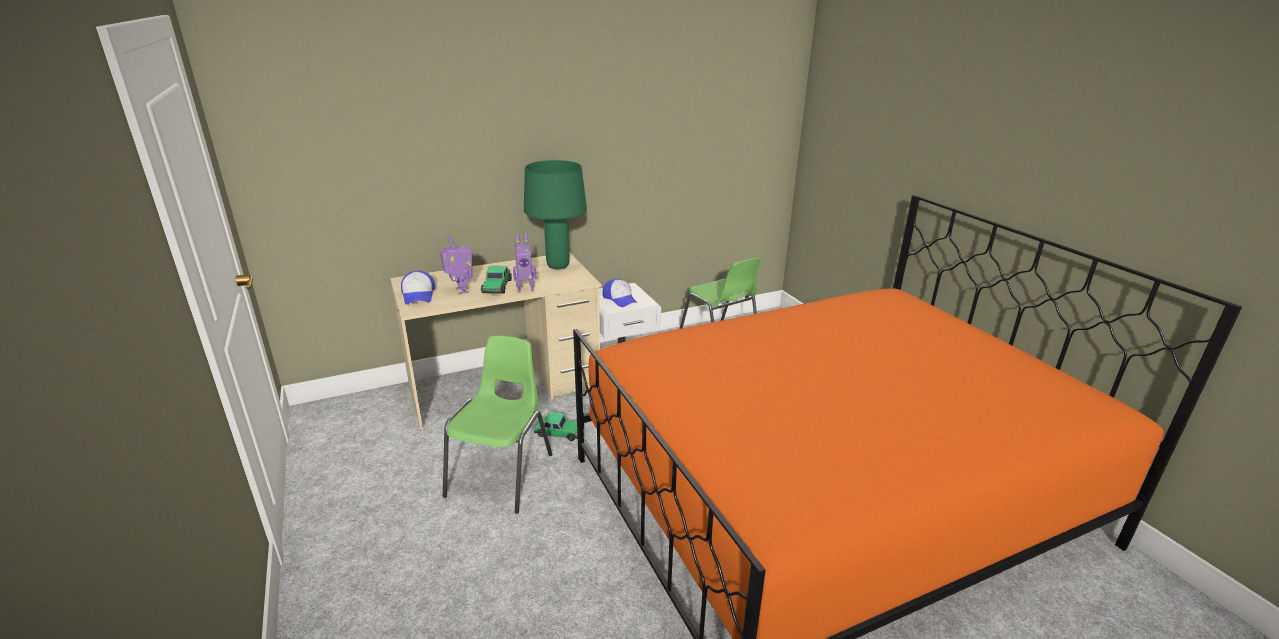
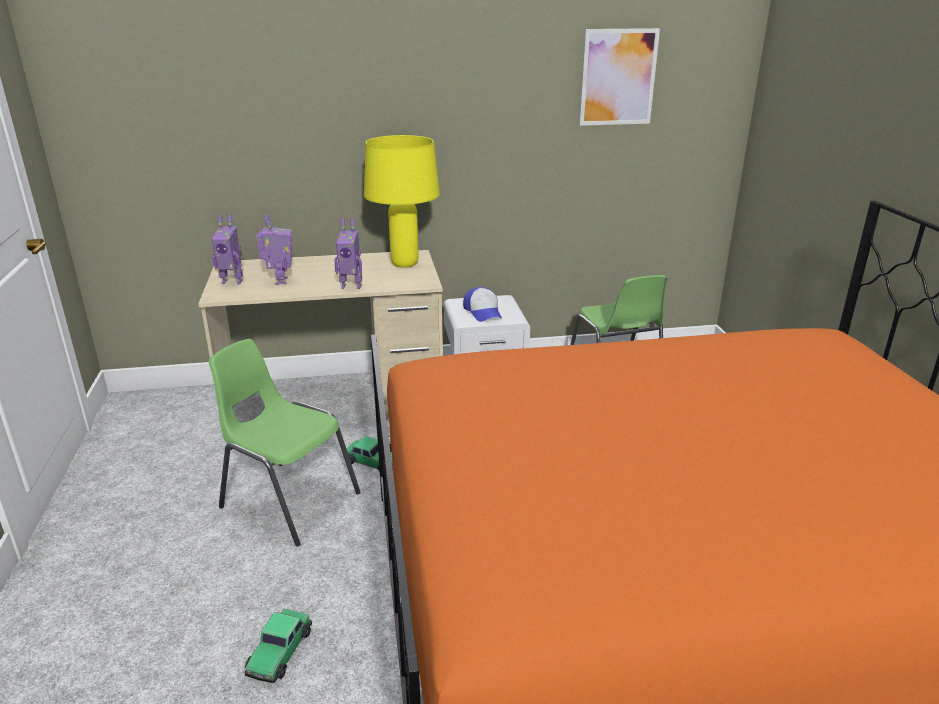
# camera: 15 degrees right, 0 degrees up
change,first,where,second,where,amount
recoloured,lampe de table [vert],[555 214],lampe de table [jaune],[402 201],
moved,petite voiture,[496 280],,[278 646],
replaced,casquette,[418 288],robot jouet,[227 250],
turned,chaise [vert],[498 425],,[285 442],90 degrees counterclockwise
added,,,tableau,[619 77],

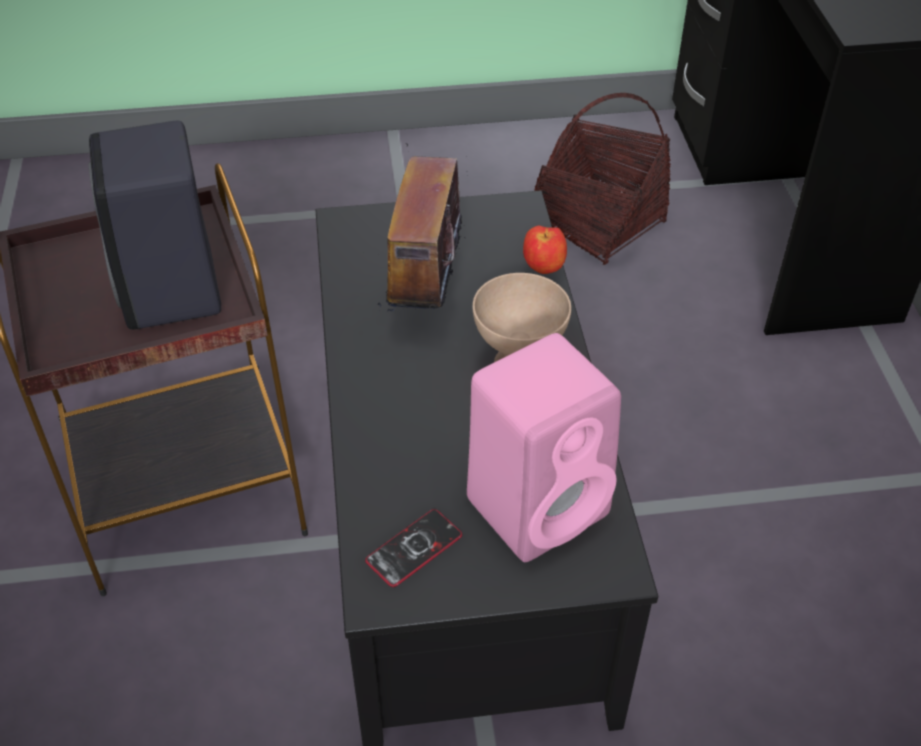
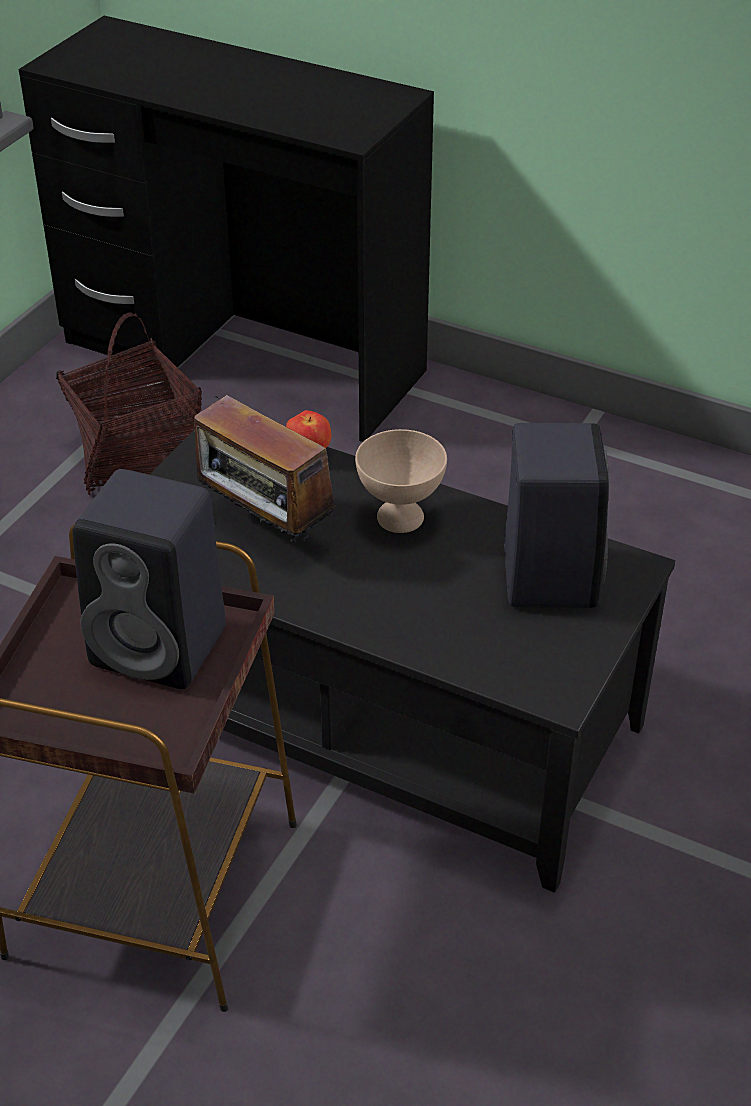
# camera: 55 degrees left, 5 degrees down
change,first,where,second,where,amount
recoloured,enceinte [rose],[544 447],enceinte [noir],[556 515],
removed,téléphone,[413 548],,,

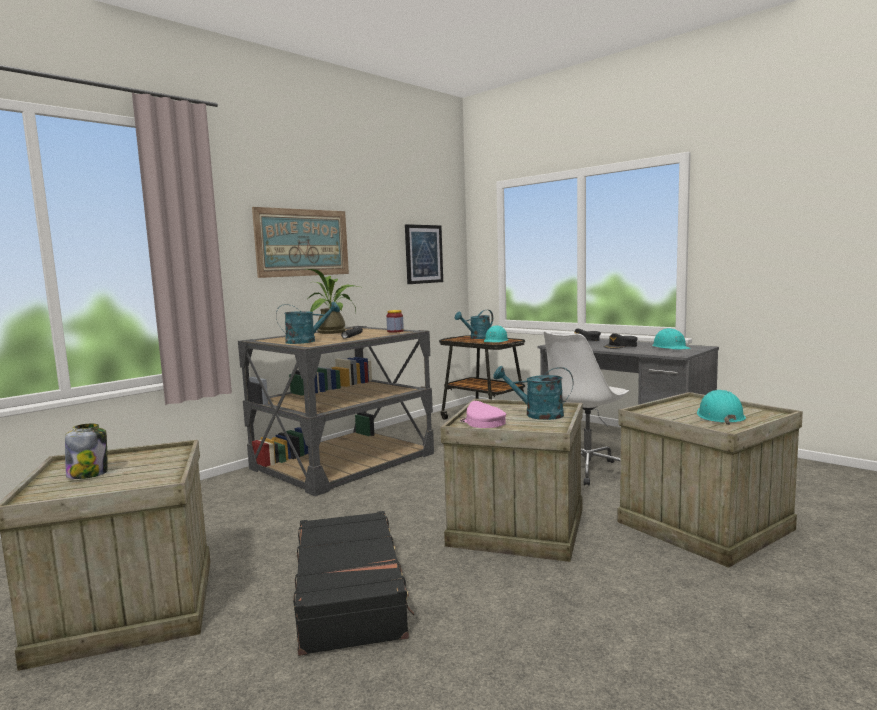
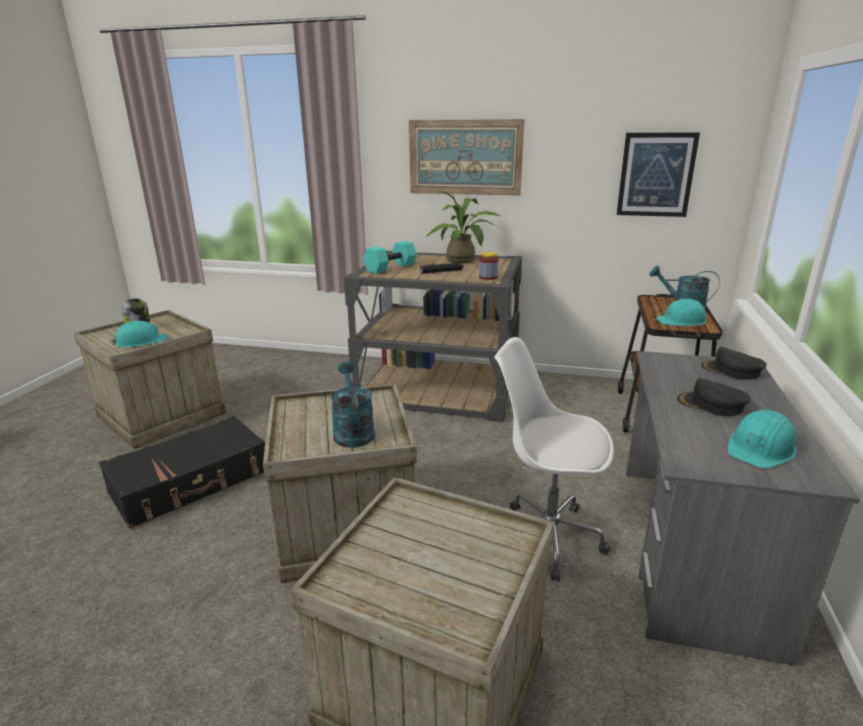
# camera: 60 degrees right, 15 degrees up
change,first,where,second,where,amount
replaced,arrosoir [turquoise],[308 322],haltère [turquoise],[390 257],
moved,casque de chantier [turquoise],[721 407],,[138 334],
removed,casquette [rose],[483 414],,,

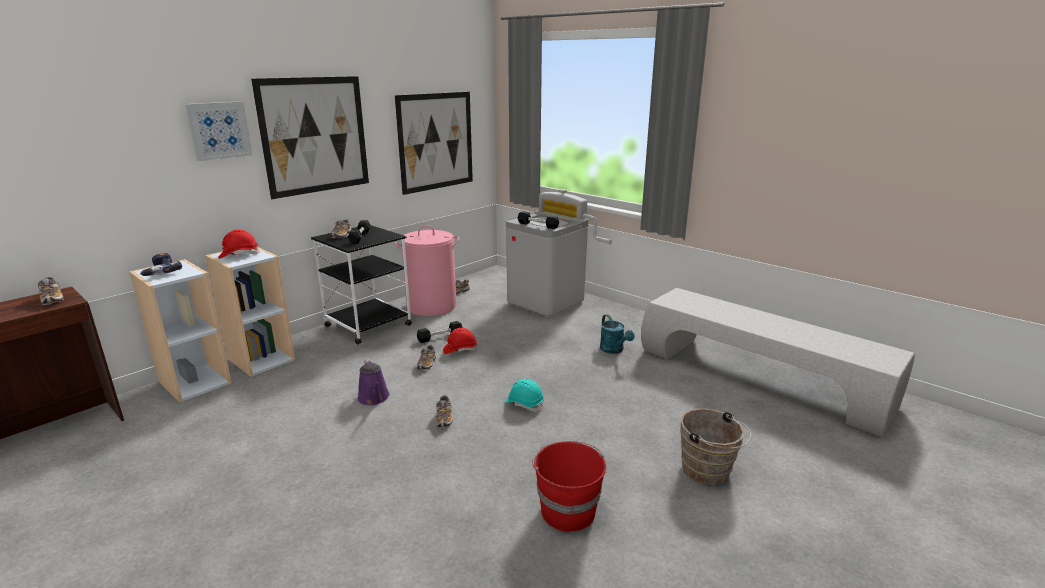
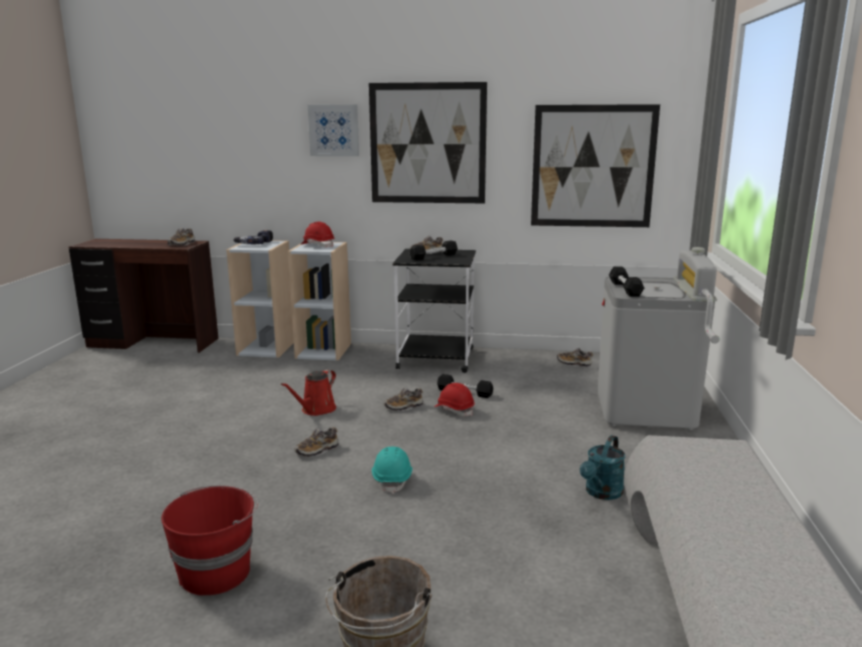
# camera: 55 degrees right, 5 degrees down
change,first,where,second,where,amount
removed,panier à linge [rose],[427 270],,,
recoloured,arrosoir [violet],[373 382],arrosoir [rouge],[308 392],

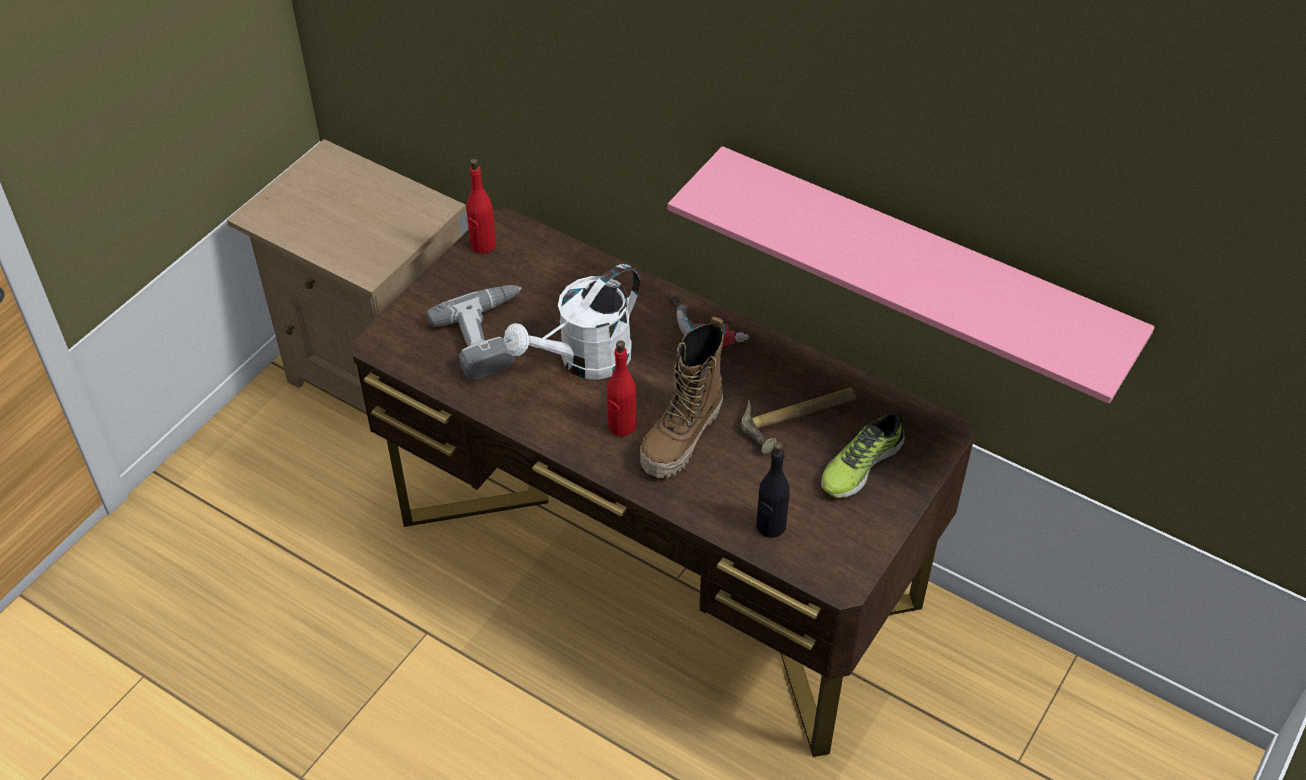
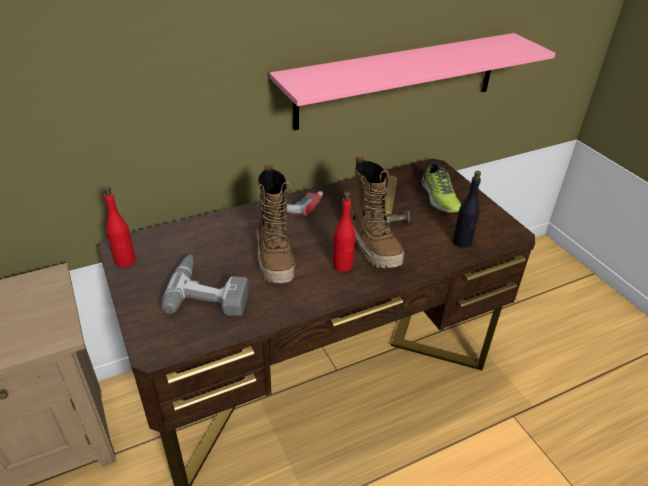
# camera: 60 degrees left, 10 degrees down
change,first,where,second,where,amount
replaced,arrosoir [blanc],[572 322],botte,[275 223],

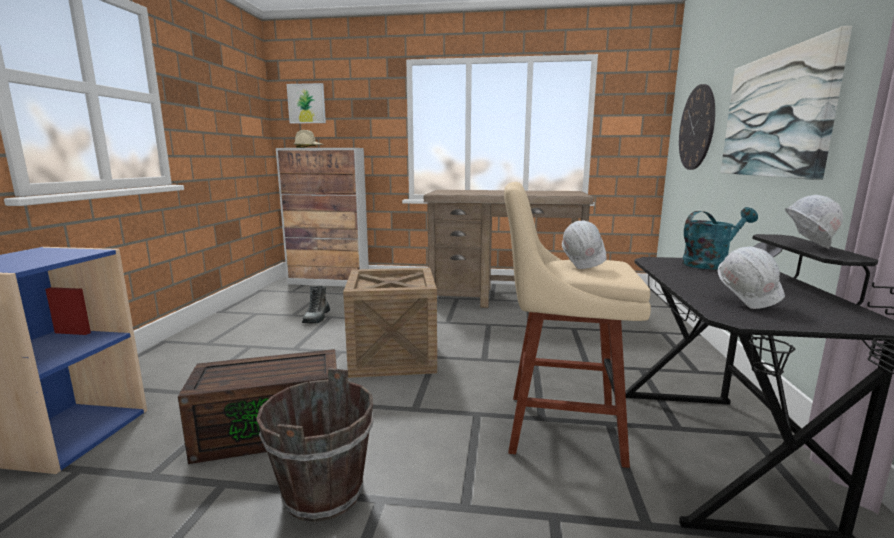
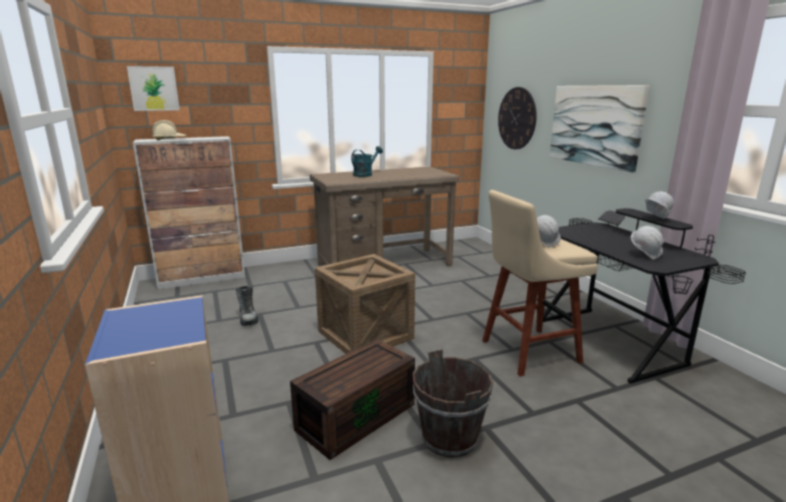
# camera: 30 degrees left, 5 degrees up
change,first,where,second,where,amount
moved,arrosoir [turquoise],[720 238],,[367 161],

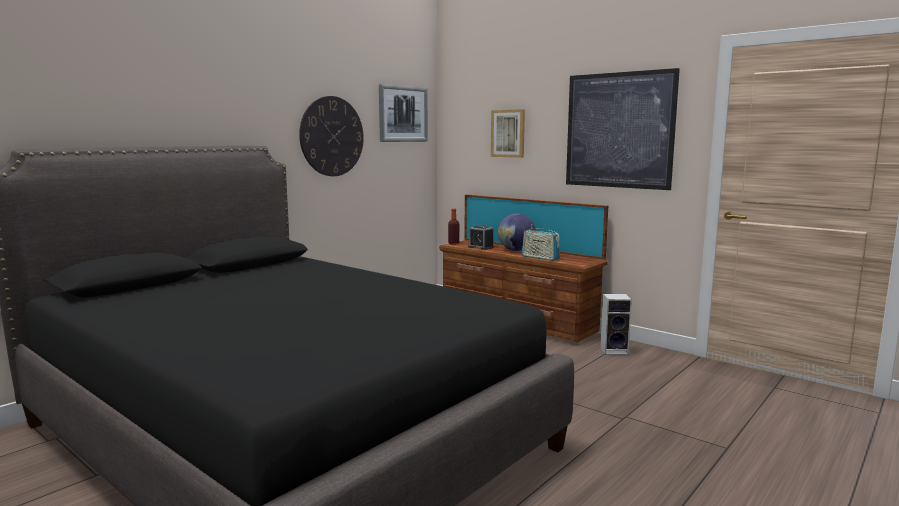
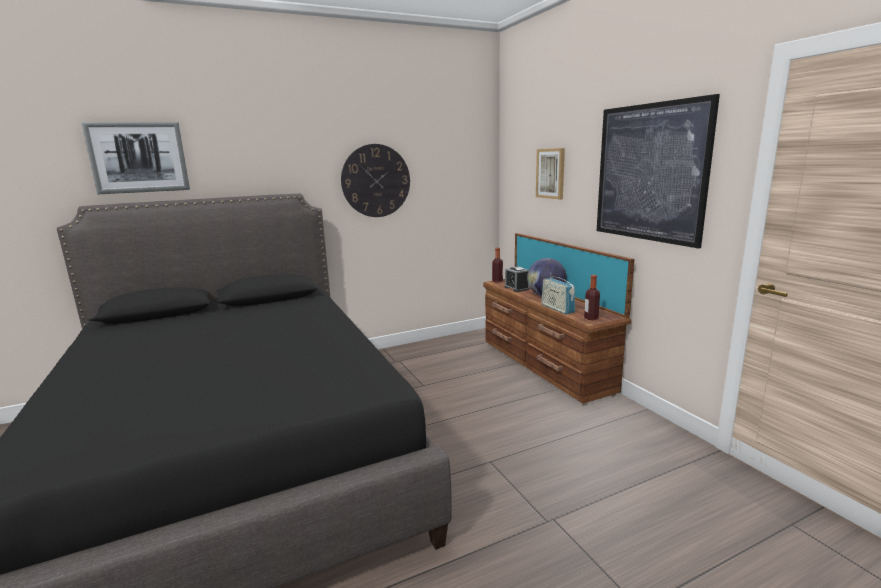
# camera: 25 degrees right, 5 degrees up
change,first,where,second,where,amount
moved,tableau,[403 113],,[135 158],
removed,enceinte,[616 324],,,
added,,,bouteille,[592 297],

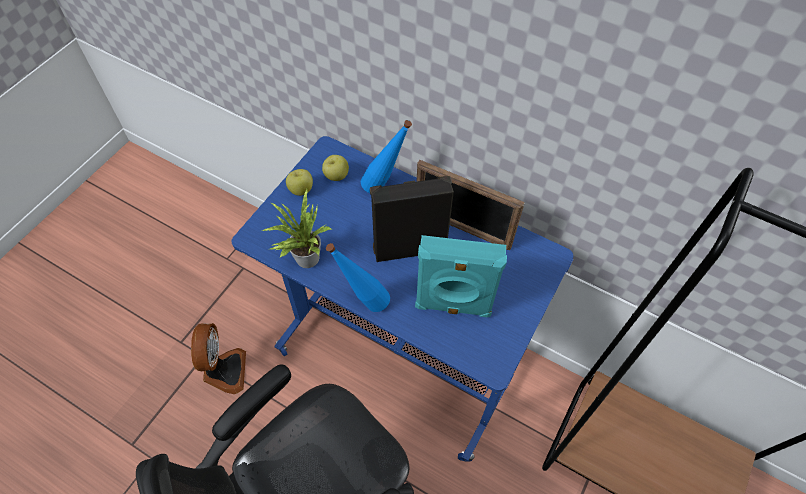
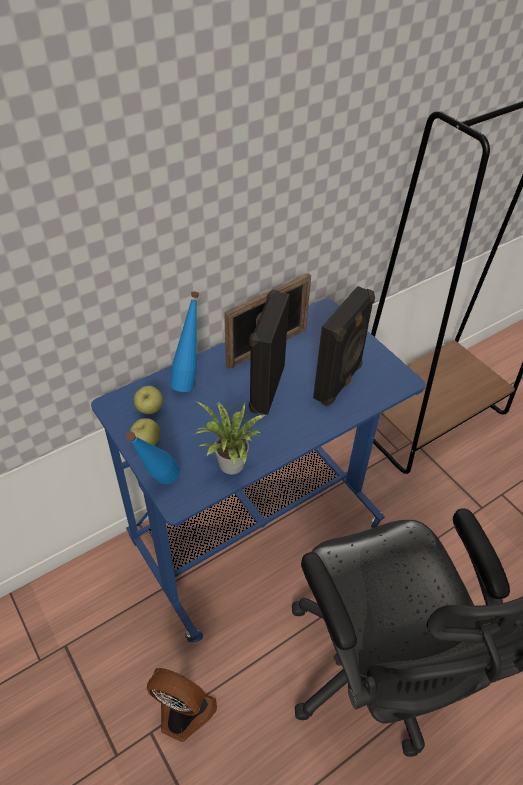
# camera: 65 degrees left, 10 degrees down
change,first,where,second,where,amount
recoloured,enceinte [turquoise],[461 276],enceinte [noir],[344 346],
moved,bouteille [bleu],[358 277],,[153 458],

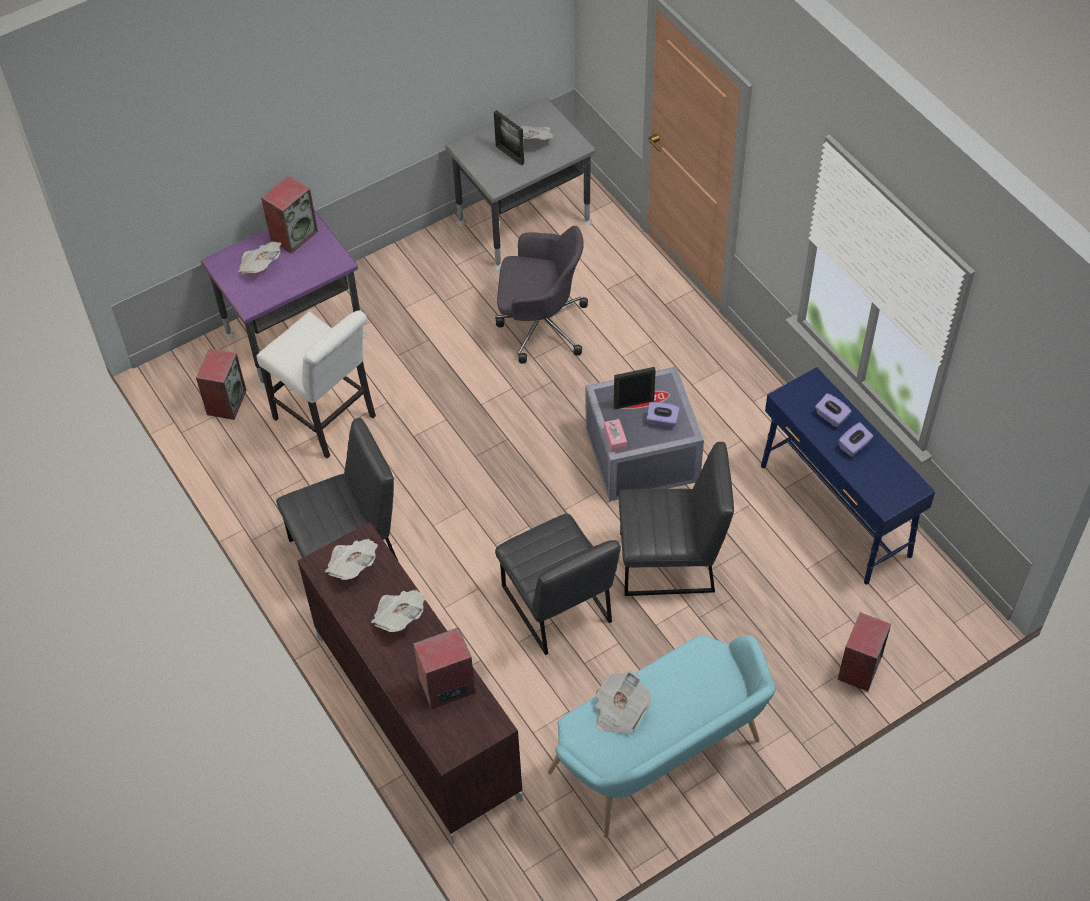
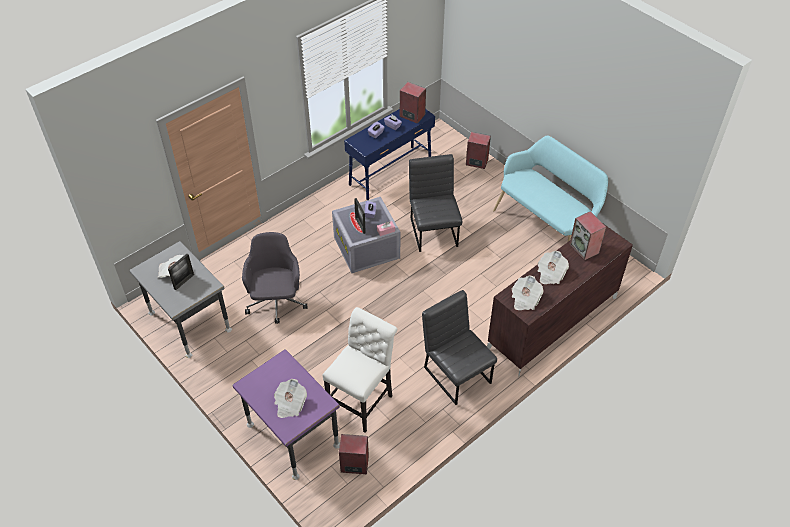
# camera: 100 degrees left, 5 degrees down
change,first,where,second,where,amount
moved,enceinte,[289 214],,[413 103],
removed,chaise [gris],[558 584],,,
removed,journal,[623 703],,,

